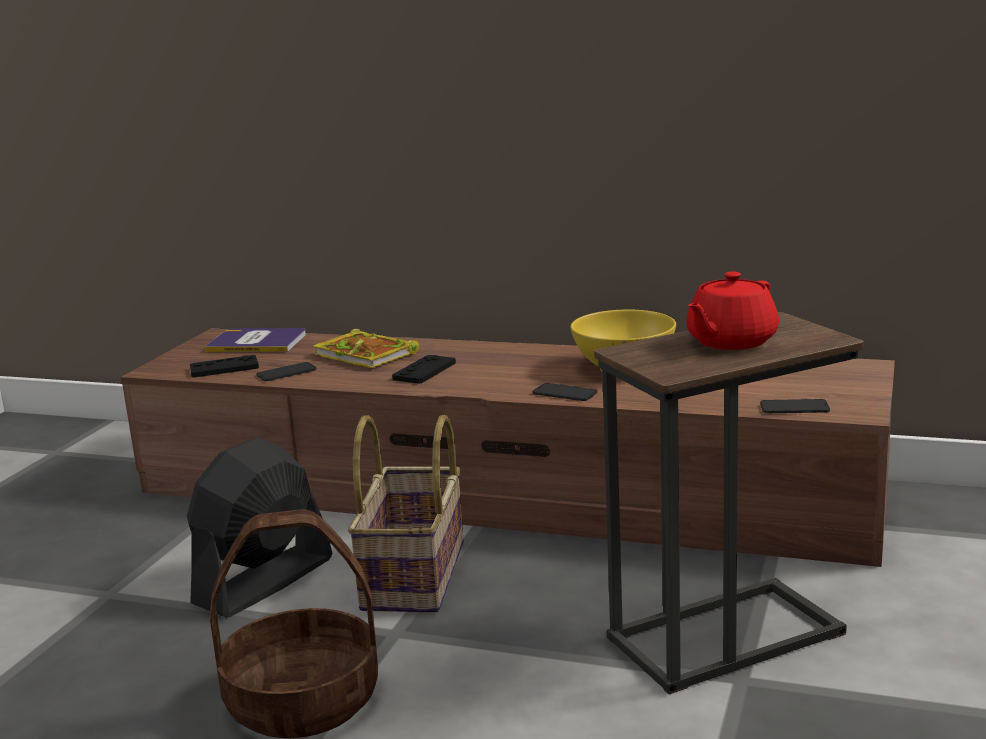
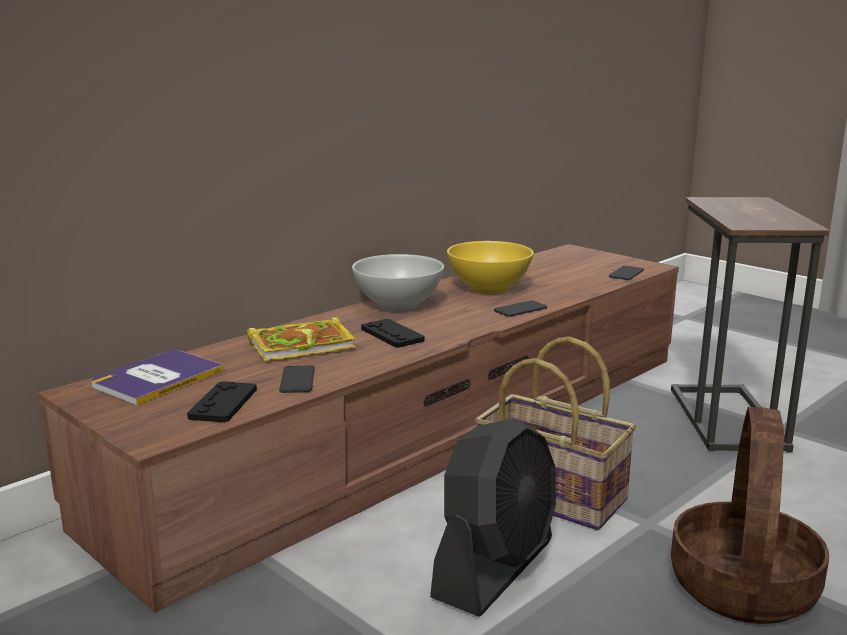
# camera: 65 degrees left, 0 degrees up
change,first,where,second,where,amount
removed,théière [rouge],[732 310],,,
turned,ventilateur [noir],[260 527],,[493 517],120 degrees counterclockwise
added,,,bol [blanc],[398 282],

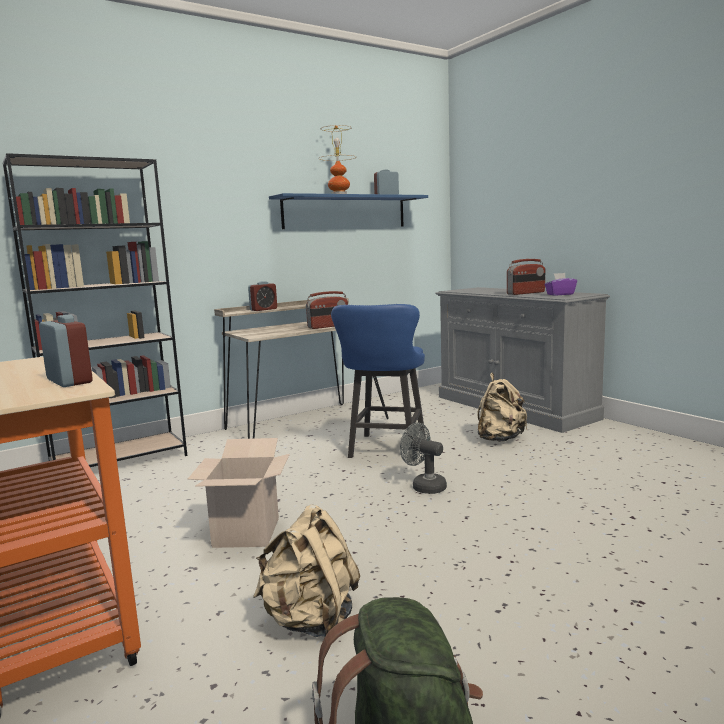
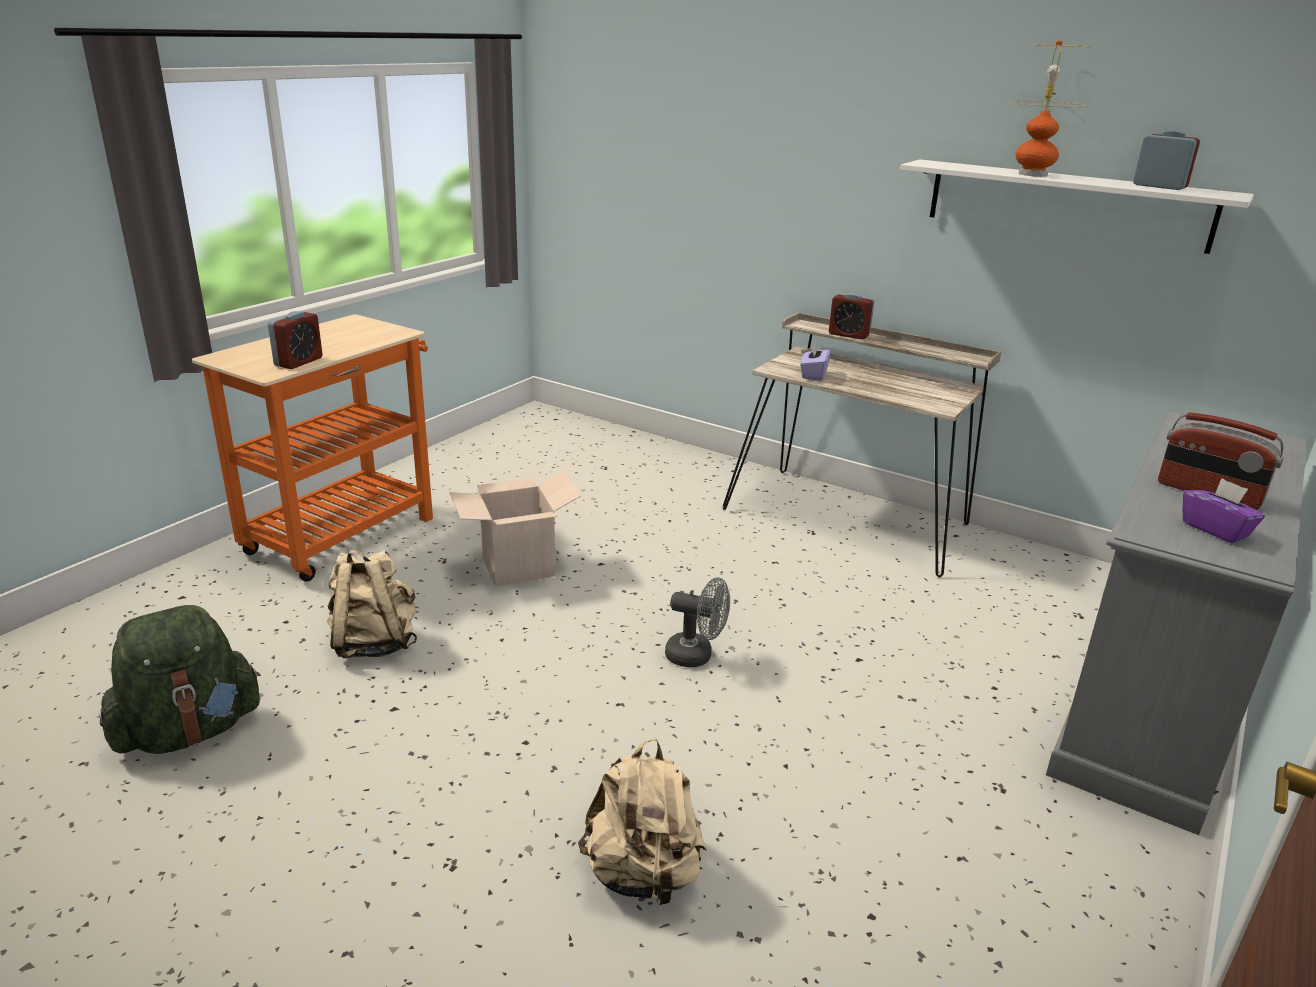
# camera: 65 degrees right, 15 degrees up
change,first,where,second,where,amount
removed,bibliothèque [beige],[95 310],,,
recoloured,étagère [bleu],[348 211],étagère [blanc],[1077 206],
removed,radio,[327 310],,,
removed,tabouret [bleu],[378 382],,,
moved,sac à dos [beige],[503 407],,[642 824],
turned,ventilateur [gris],[423 458],,[697 622],90 degrees clockwise
added,,,boîte à mouchoirs [violet],[815 361],

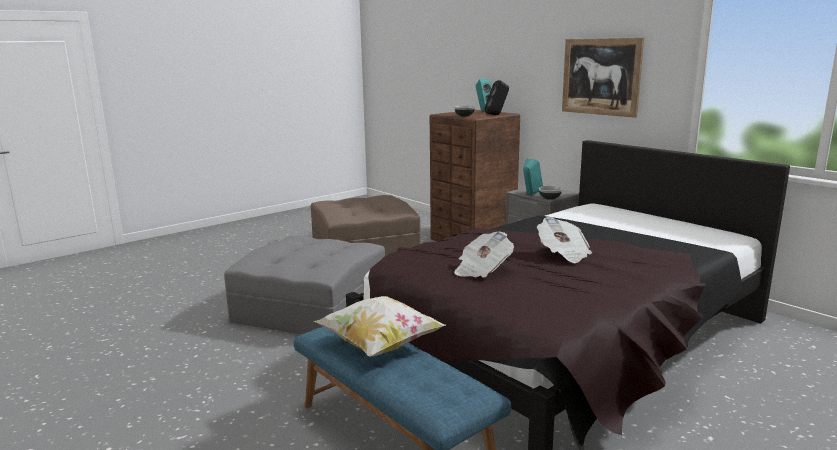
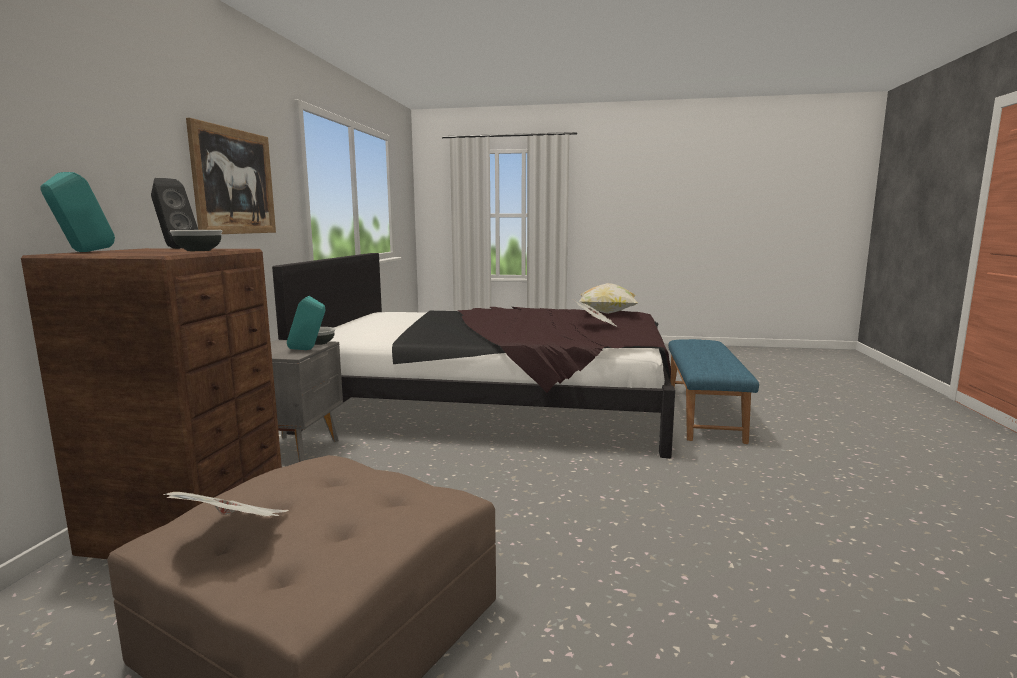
# camera: 130 degrees left, 5 degrees down
change,first,where,second,where,amount
moved,journal,[564 240],,[226 504],
removed,pouf [gris],[304 285],,,
moved,coussin,[380 326],,[608 298],

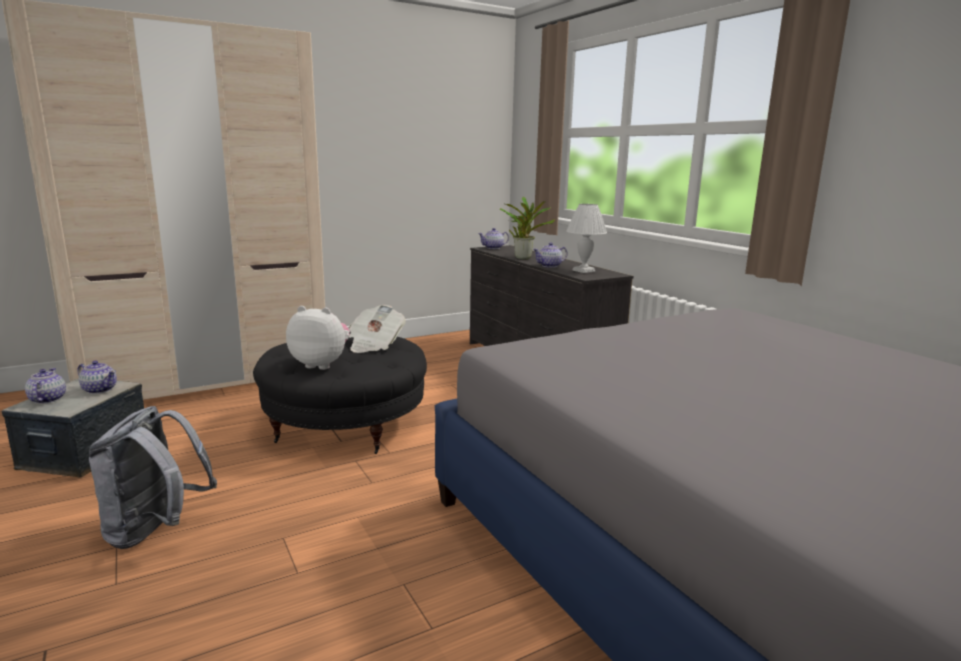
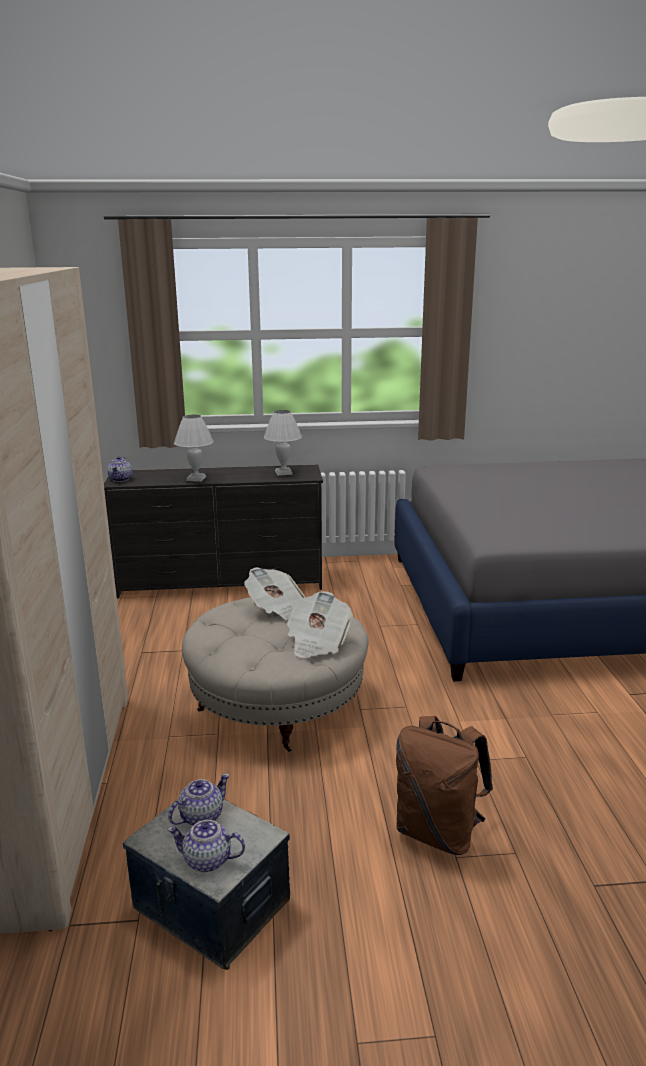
# camera: 65 degrees left, 5 degrees up
change,first,where,second,where,amount
replaced,plante en pot,[527 228],lampe de table [blanc],[194 448],
removed,théière,[550 255],,,
replaced,peluche,[318 338],journal,[319 624],
recoloured,pouf [noir],[340 392],pouf [beige],[275 674],
recoloured,sac à dos [gris],[153 477],sac à dos [marron],[444 785],

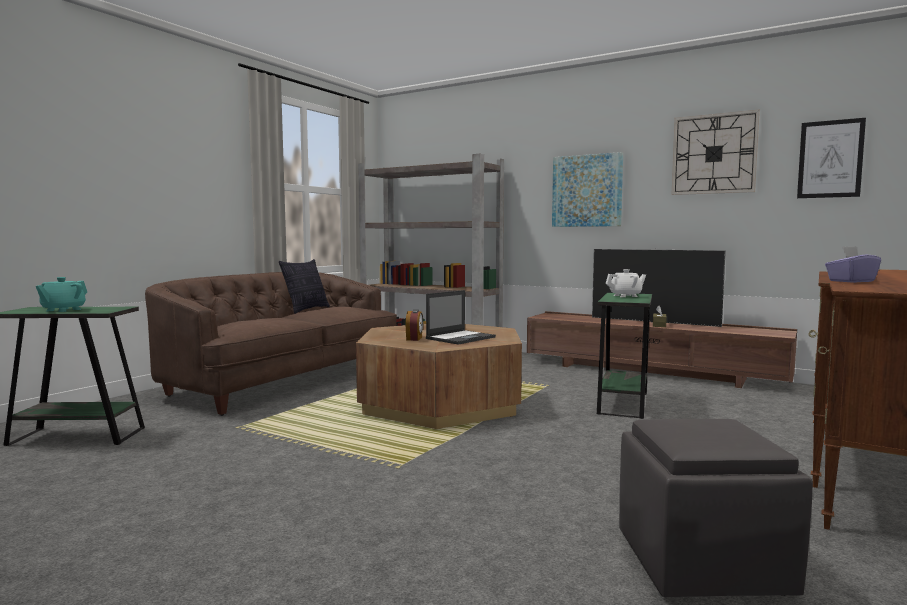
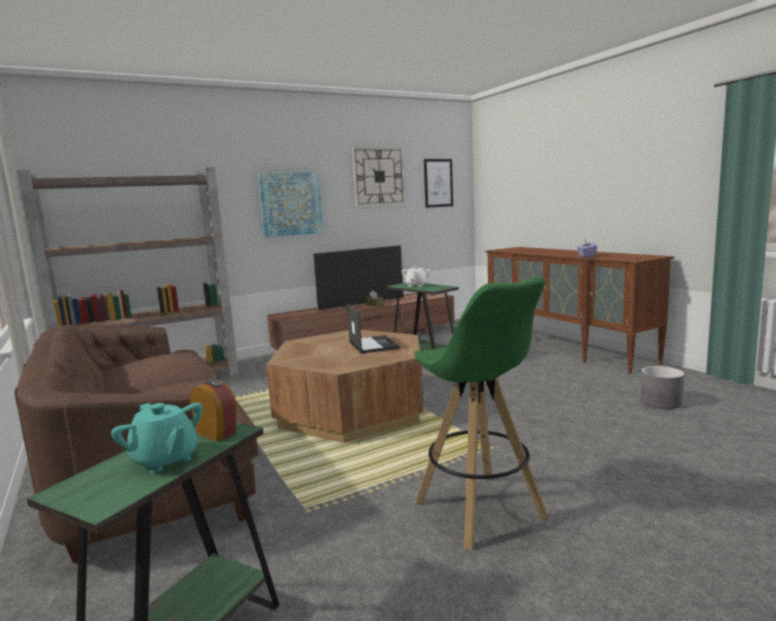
# camera: 60 degrees left, 5 degrees up
change,first,where,second,where,amount
removed,coussin,[304 286],,,
moved,réveil,[414 325],,[213 410],
replaced,pouf [gris],[716 508],cache-pot [gris],[662 387],
added,,,tabouret [vert],[481 413],

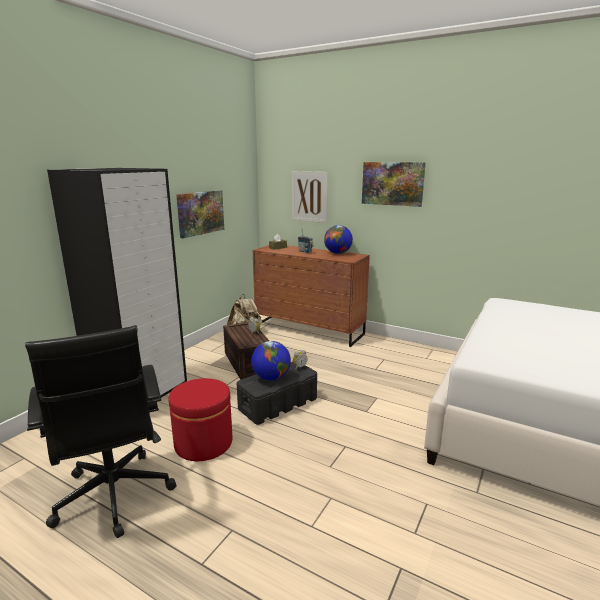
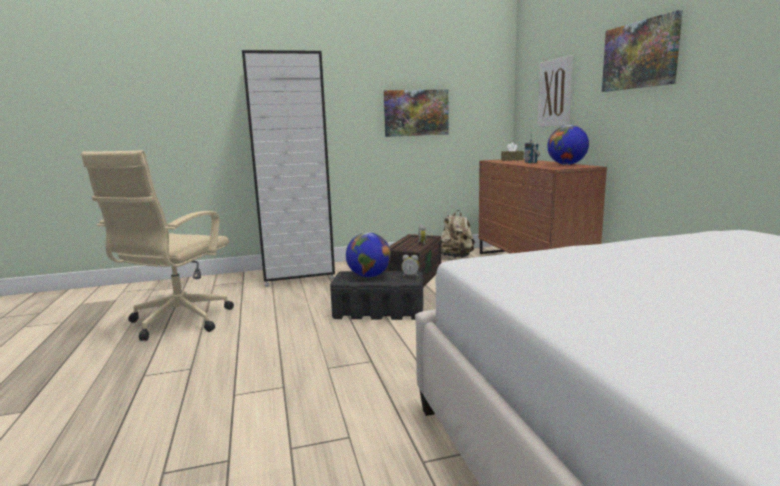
# camera: 45 degrees right, 5 degrees down
change,first,where,second,where,amount
recoloured,chaise de bureau [noir],[100 431],chaise de bureau [beige],[157 245],
removed,pouf [rouge],[200 419],,,

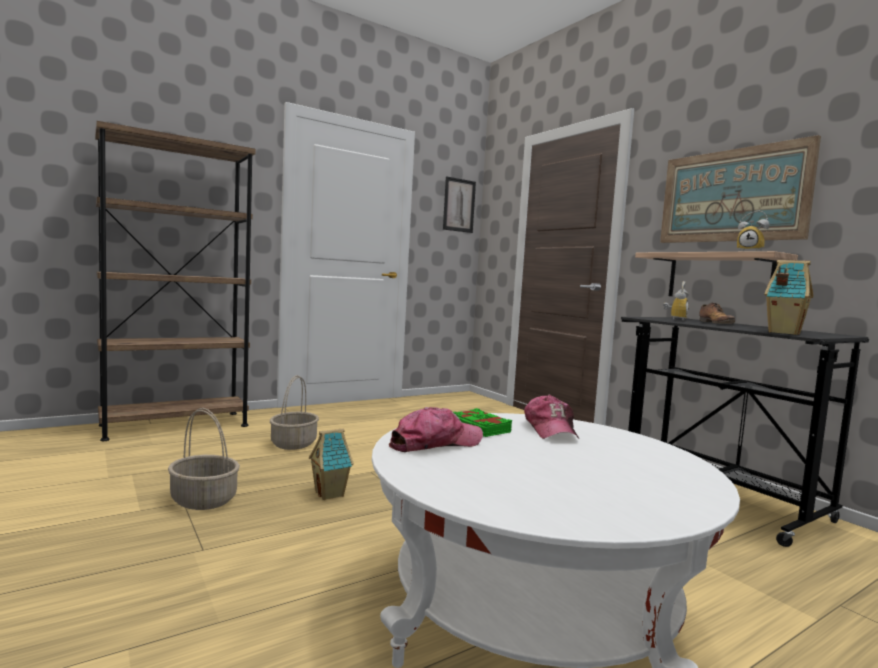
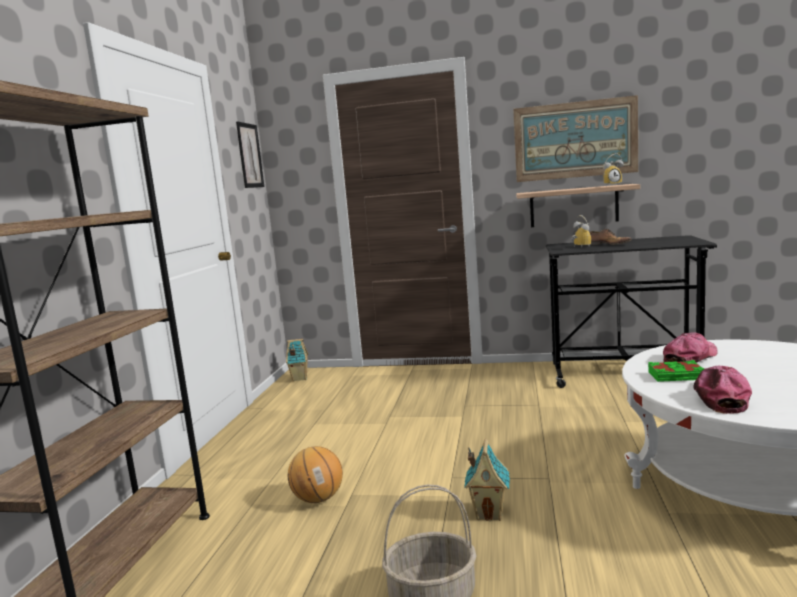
# camera: 45 degrees left, 5 degrees up
change,first,where,second,where,amount
moved,maison miniature,[788 297],,[297 360],
replaced,panier,[294 412],ballon de basket,[315 474],
turned,casquette,[551 417],,[690 347],75 degrees counterclockwise

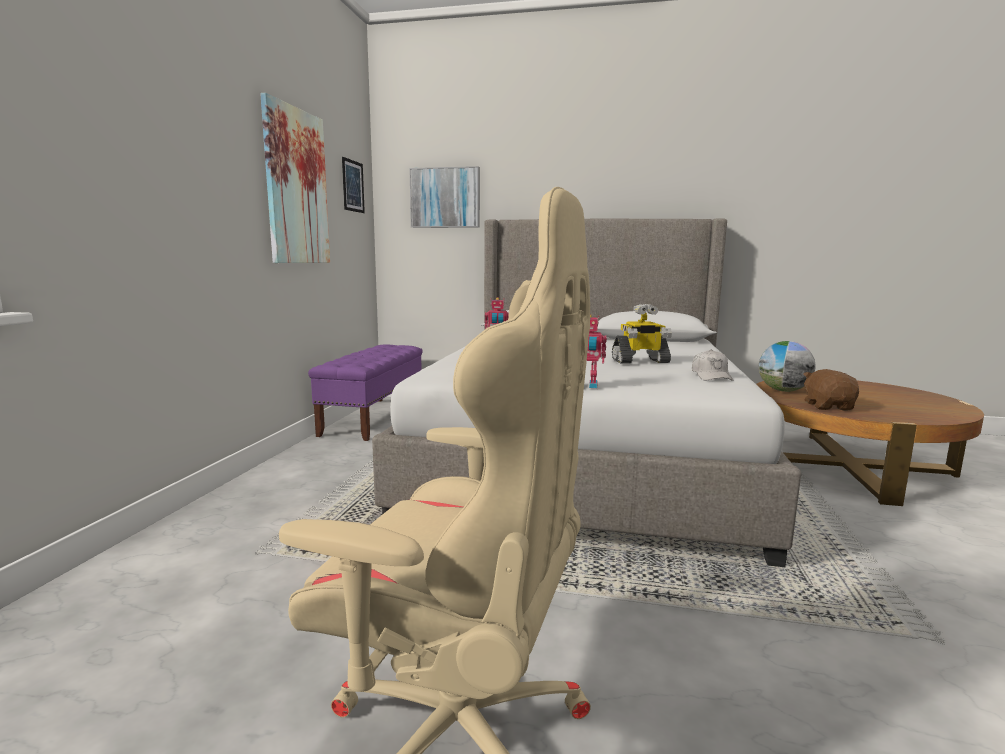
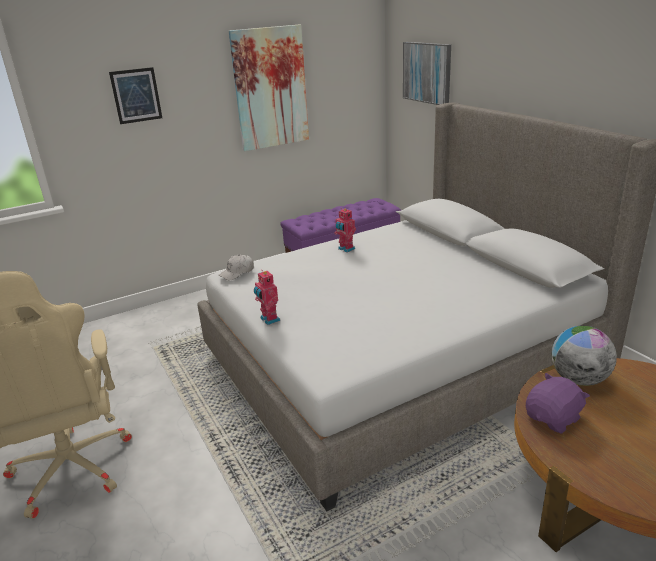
# camera: 50 degrees right, 15 degrees up
change,first,where,second,where,amount
moved,tableau,[353 185],,[135 95],
removed,robot jouet,[642 333],,,
moved,casquette [blanc],[712 365],,[236 267],
recoloured,peluche [marron],[831 389],peluche [violet],[558 403],

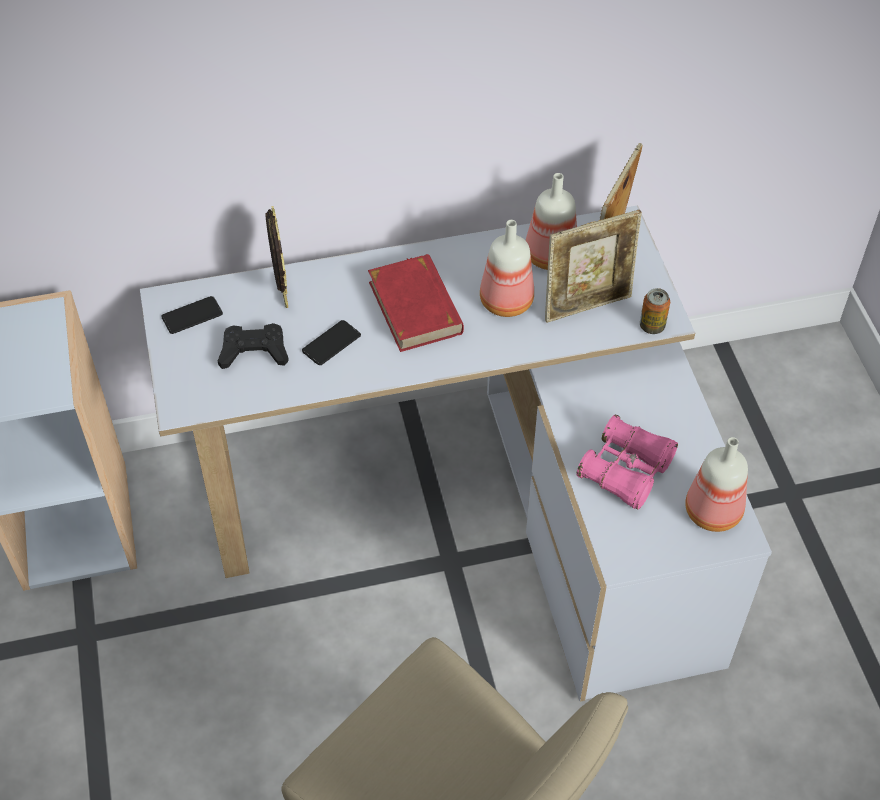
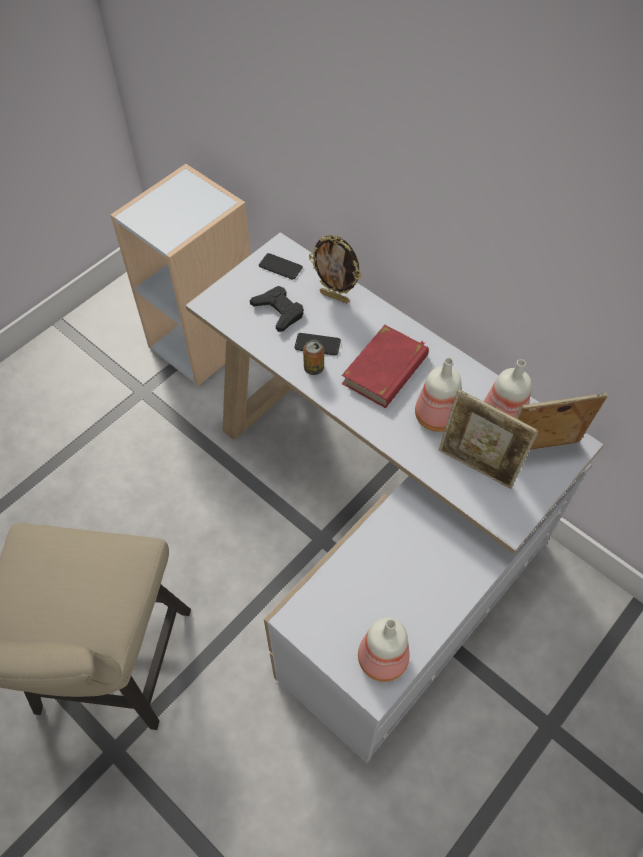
# camera: 55 degrees right, 5 degrees up
change,first,where,second,where,amount
turned,cadre photo,[276 257],,[335 269],75 degrees clockwise
moved,boîte métallique,[655 311],,[313 357],
removed,jumelles [rose],[627 462],,,

